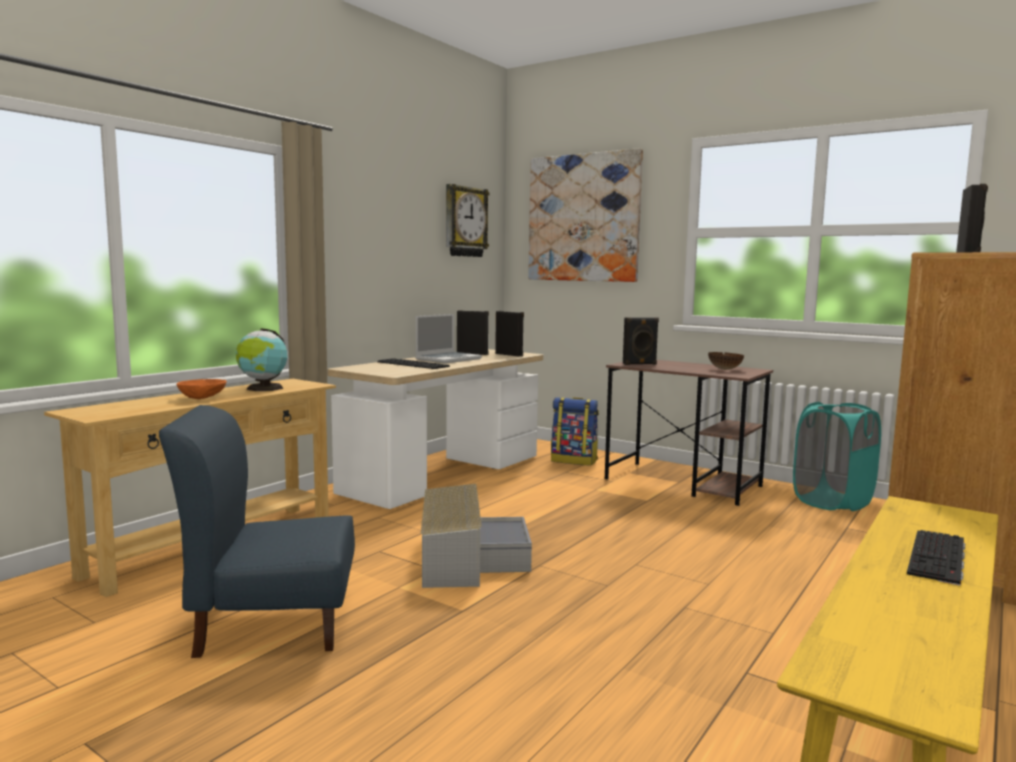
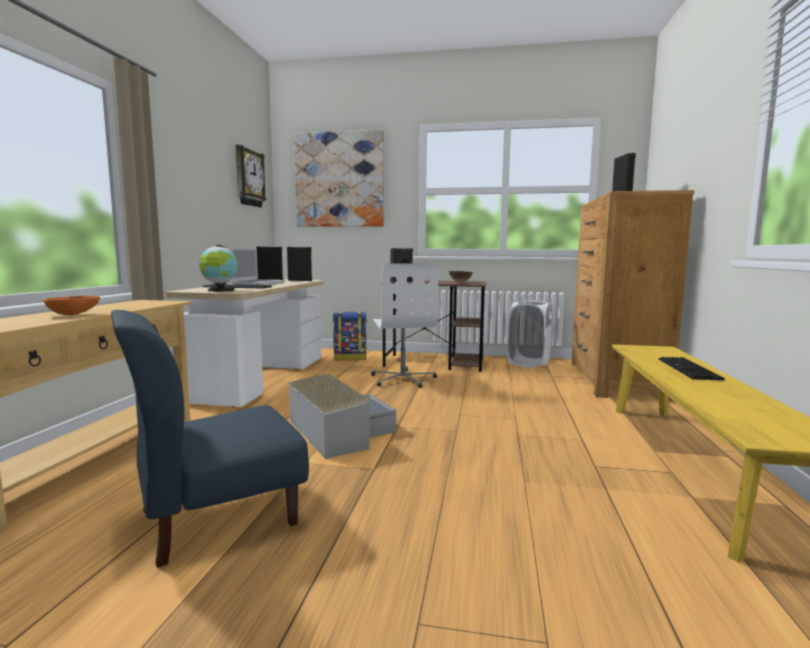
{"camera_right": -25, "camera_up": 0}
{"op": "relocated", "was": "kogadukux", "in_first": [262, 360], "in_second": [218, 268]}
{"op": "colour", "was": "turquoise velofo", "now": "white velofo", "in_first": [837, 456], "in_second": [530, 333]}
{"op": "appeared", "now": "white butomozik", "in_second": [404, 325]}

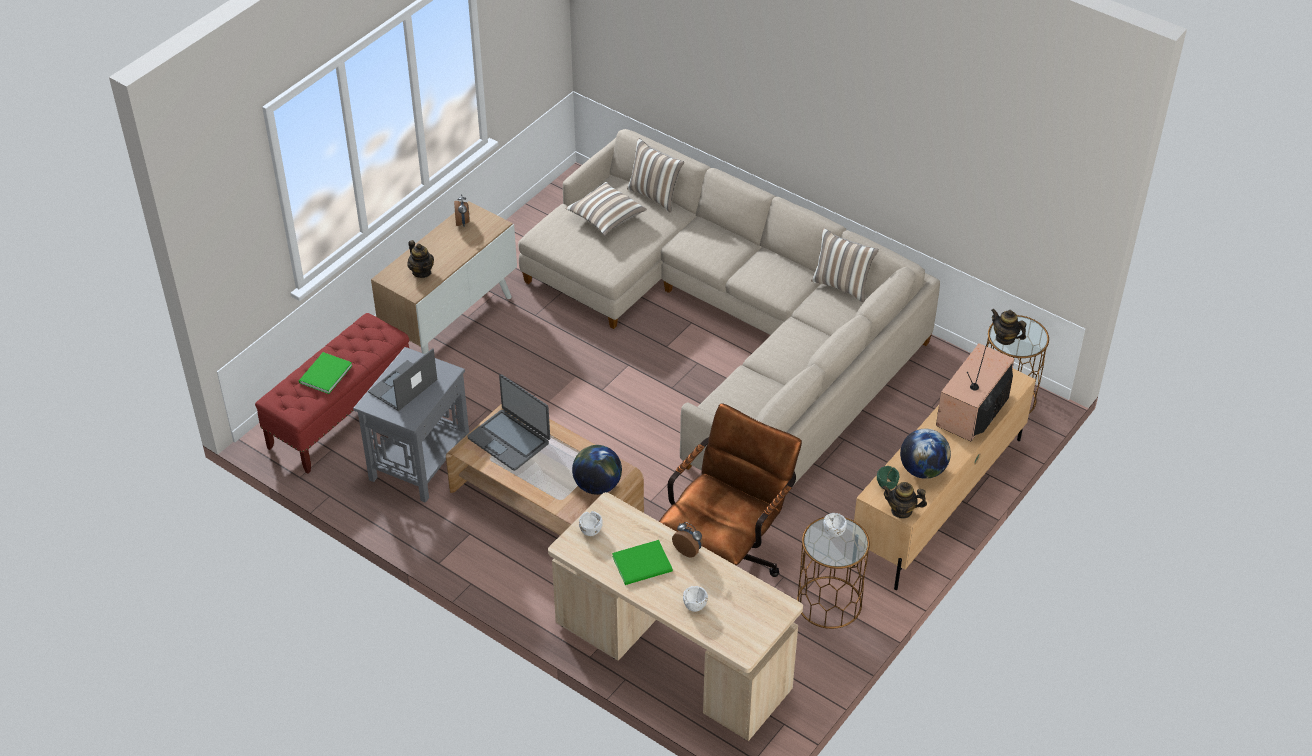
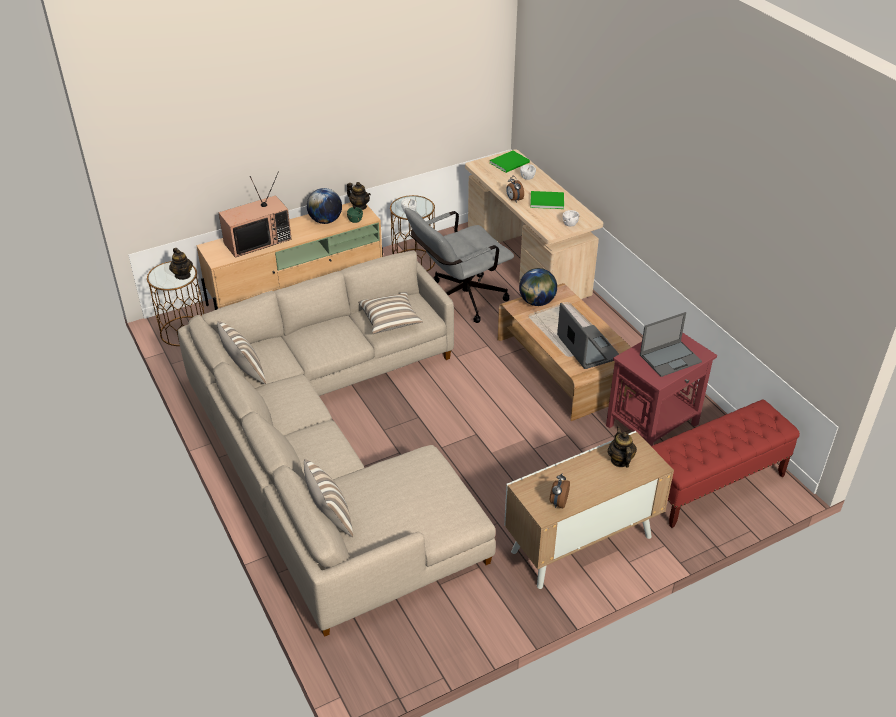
{"camera_right": -155, "camera_up": -5}
{"op": "relocated", "was": "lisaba", "in_first": [606, 209], "in_second": [390, 313]}
{"op": "colour", "was": "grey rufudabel", "now": "red rufudabel", "in_first": [411, 425], "in_second": [661, 389]}
{"op": "relocated", "was": "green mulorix", "in_first": [326, 373], "in_second": [510, 162]}
{"op": "colour", "was": "brown butomozik", "now": "grey butomozik", "in_first": [730, 490], "in_second": [459, 265]}

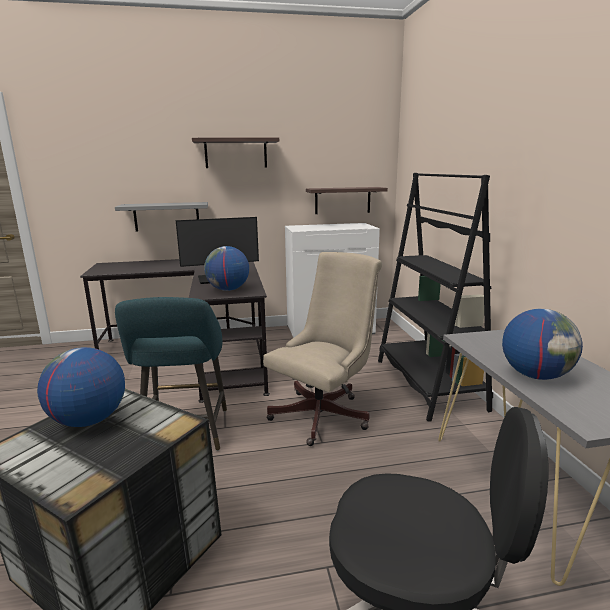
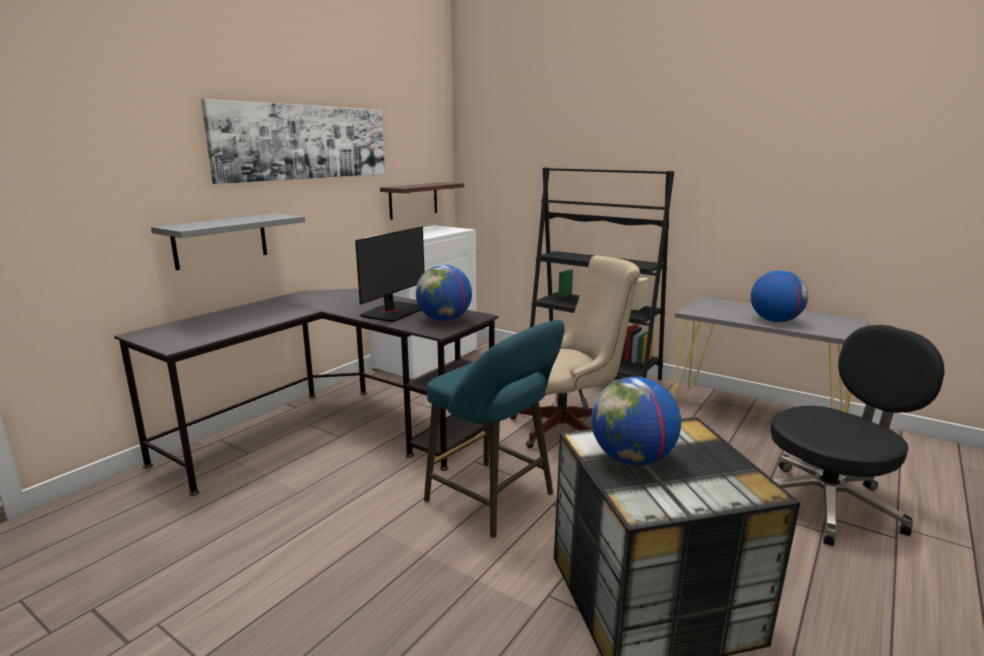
{"camera_right": -45, "camera_up": 0}
{"op": "exchanged", "was": "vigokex", "now": "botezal", "in_first": [235, 153], "in_second": [293, 141]}
{"op": "spun", "was": "beige butomozik", "in_first": [322, 349], "in_second": [575, 351], "clockwise": 75}

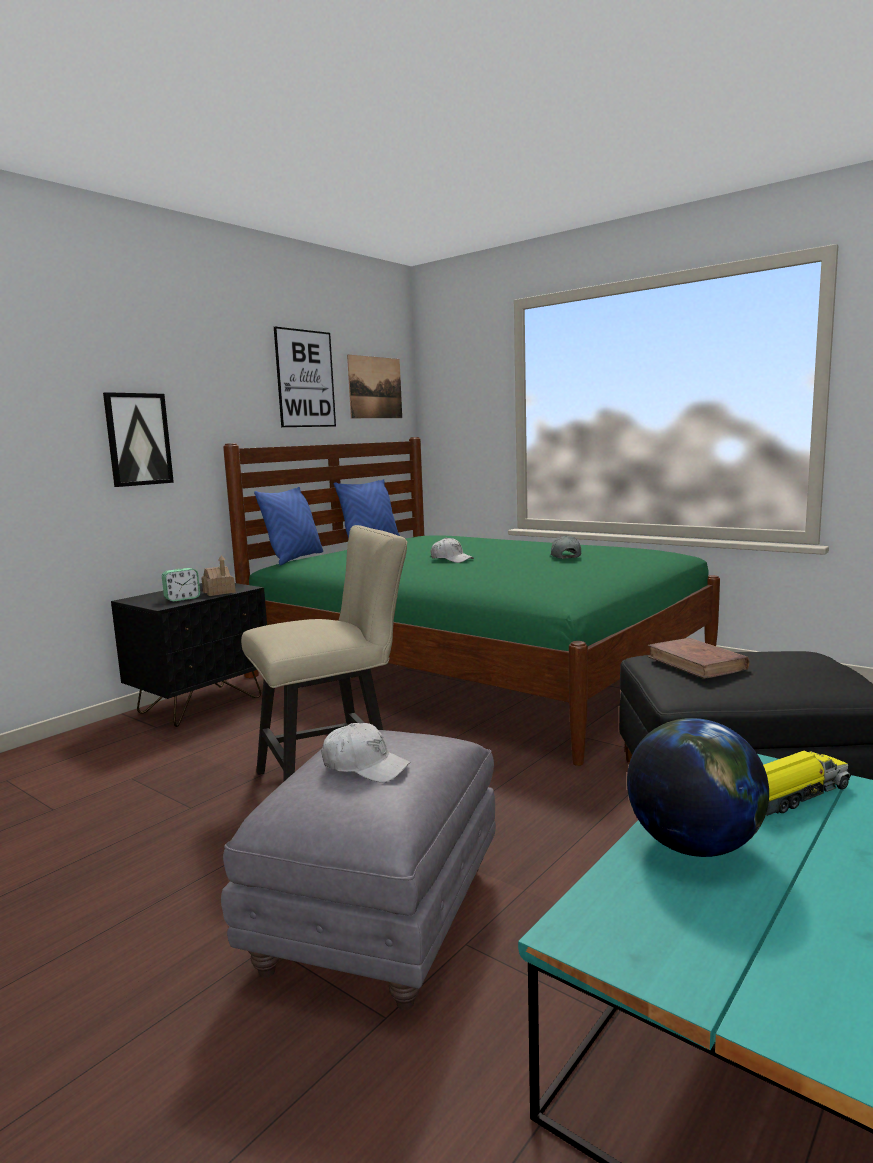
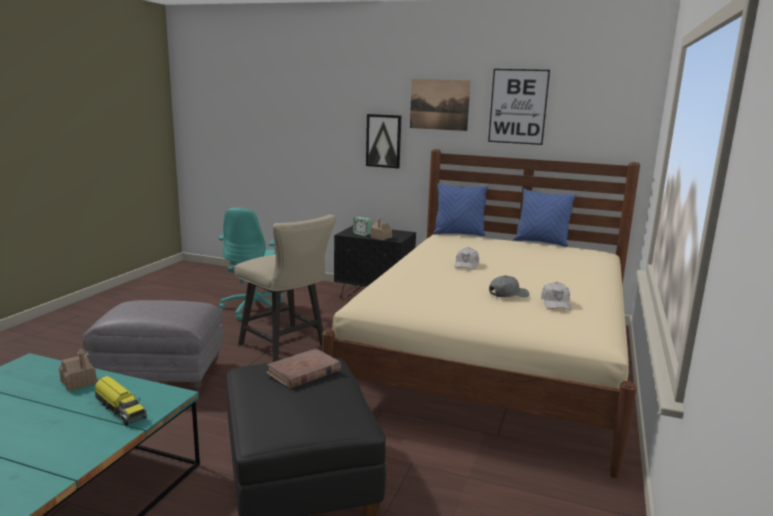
{"camera_right": 70, "camera_up": 5}
{"op": "relocated", "was": "botezal", "in_first": [374, 386], "in_second": [440, 105]}
{"op": "colour", "was": "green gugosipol", "now": "beige gugosipol", "in_first": [471, 601], "in_second": [481, 313]}
{"op": "exchanged", "was": "kogadukux", "now": "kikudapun", "in_first": [698, 787], "in_second": [78, 369]}
{"op": "relocated", "was": "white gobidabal", "in_first": [366, 753], "in_second": [556, 296]}
{"op": "appeared", "now": "turquoise butomozik", "in_second": [251, 263]}

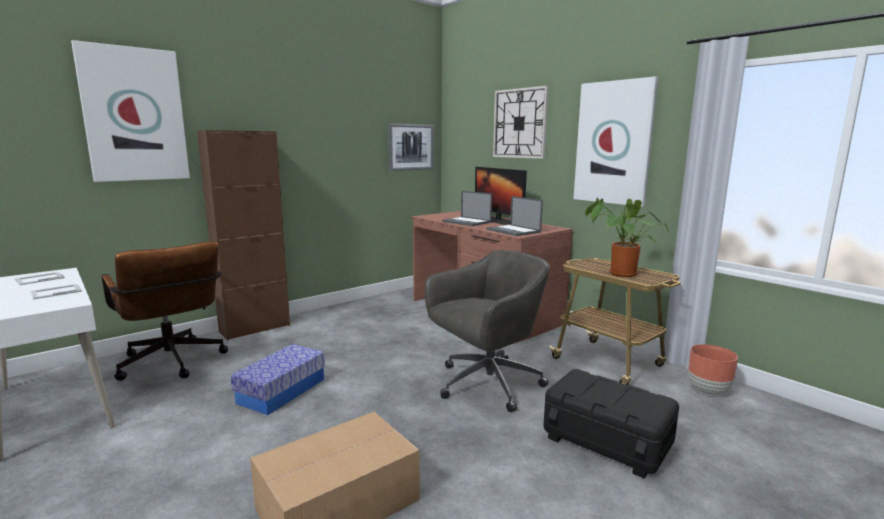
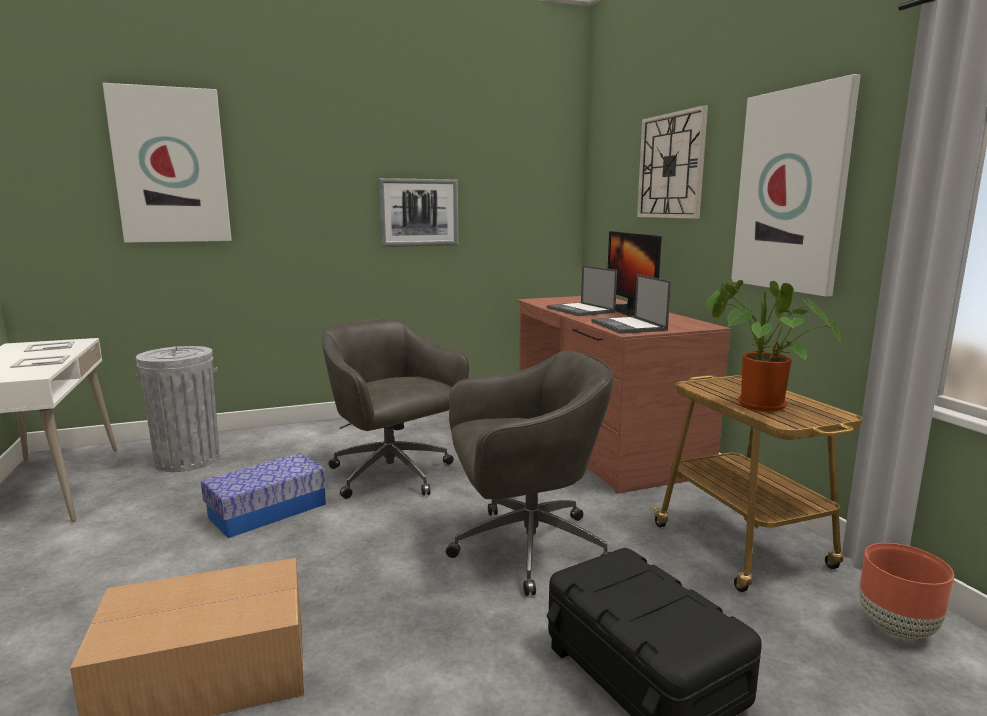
{"camera_right": 20, "camera_up": 0}
{"op": "relocated", "was": "botezal", "in_first": [411, 147], "in_second": [418, 212]}
{"op": "missing", "was": "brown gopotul", "in_first": [243, 235]}
{"op": "exchanged", "was": "brown butomozik", "now": "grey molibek", "in_first": [165, 311], "in_second": [178, 409]}
{"op": "appeared", "now": "grey butomozik", "in_second": [395, 409]}

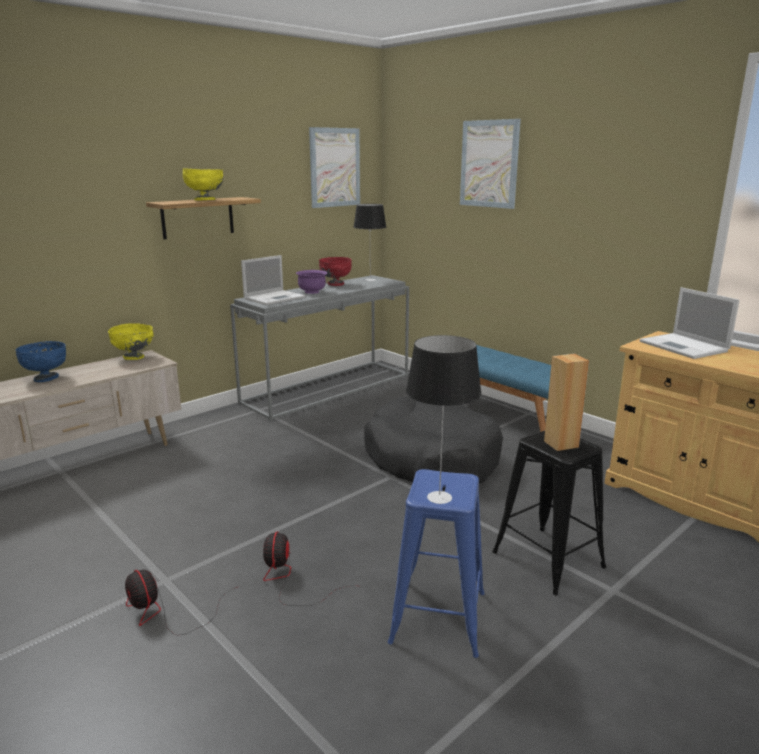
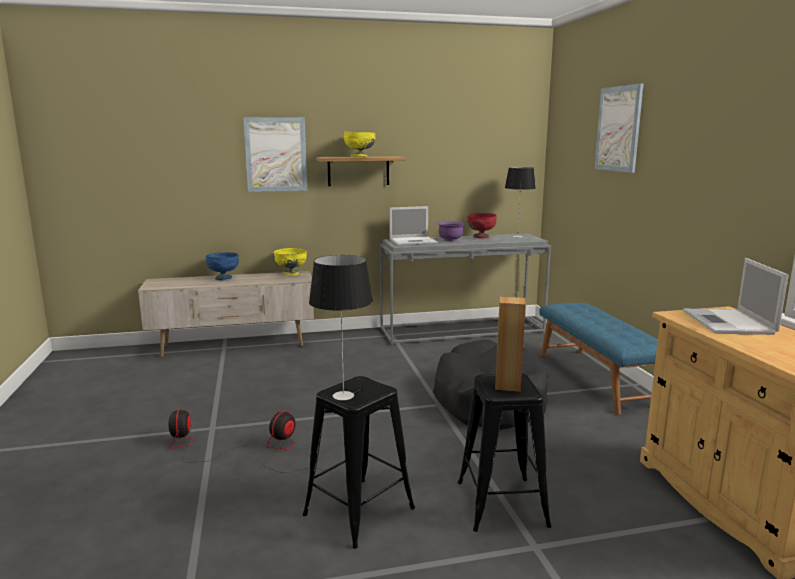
{"camera_right": 30, "camera_up": -5}
{"op": "relocated", "was": "botezal", "in_first": [334, 167], "in_second": [275, 154]}
{"op": "colour", "was": "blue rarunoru", "now": "black rarunoru", "in_first": [436, 563], "in_second": [359, 462]}

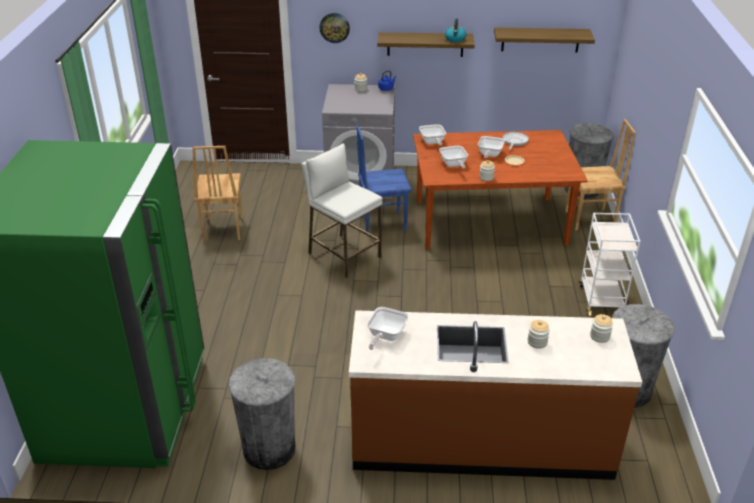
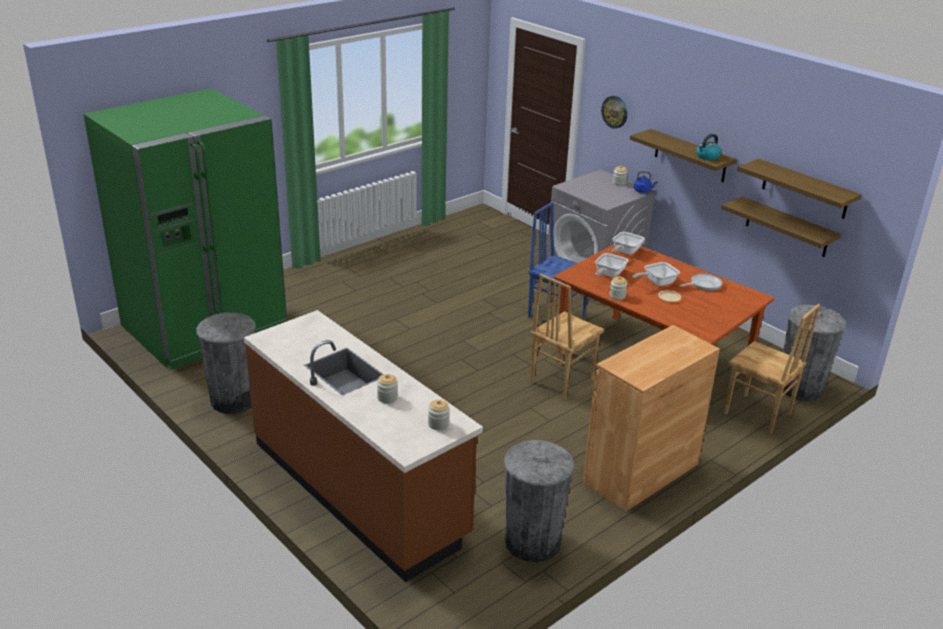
{"camera_right": 45, "camera_up": -5}
{"op": "missing", "was": "white rarunoru", "in_first": [342, 210]}
{"op": "relocated", "was": "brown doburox", "in_first": [217, 193], "in_second": [567, 337]}
{"op": "exchanged", "was": "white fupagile", "now": "brown gopotul", "in_first": [609, 264], "in_second": [651, 418]}
{"op": "missing", "was": "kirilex", "in_first": [388, 328]}
{"op": "appeared", "now": "vigokex", "in_second": [781, 226]}

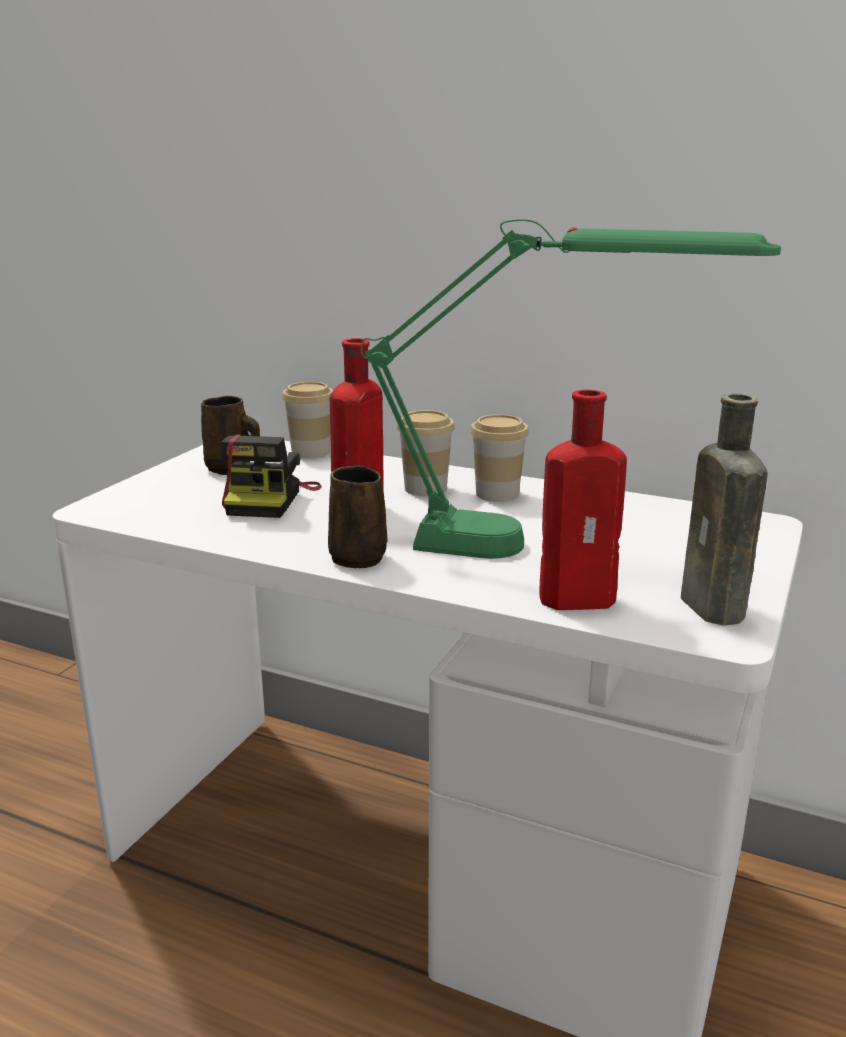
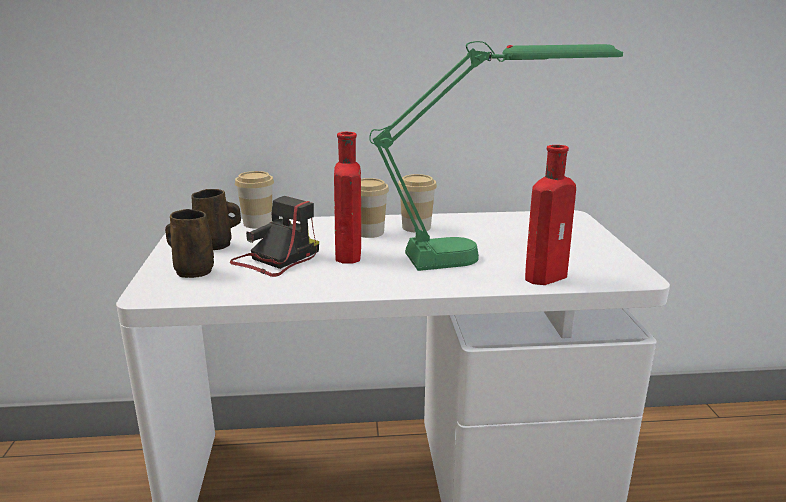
{"camera_right": -30, "camera_up": 0}
{"op": "missing", "was": "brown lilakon", "in_first": [724, 509]}
{"op": "spun", "was": "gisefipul", "in_first": [271, 476], "in_second": [274, 236], "clockwise": -120}
{"op": "relocated", "was": "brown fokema", "in_first": [357, 517], "in_second": [189, 243]}

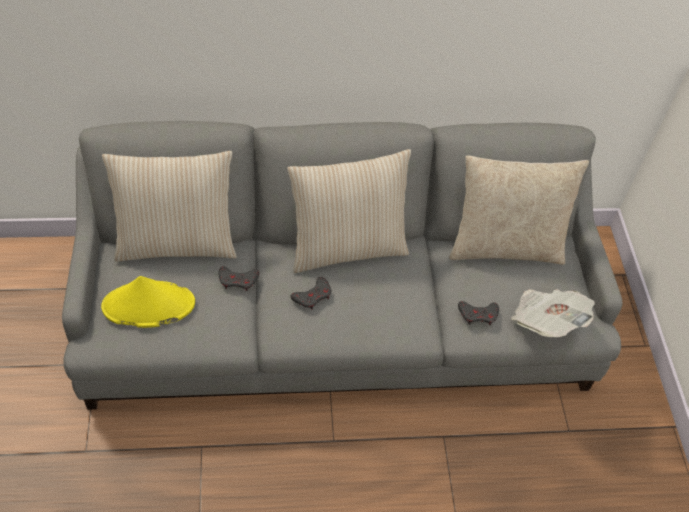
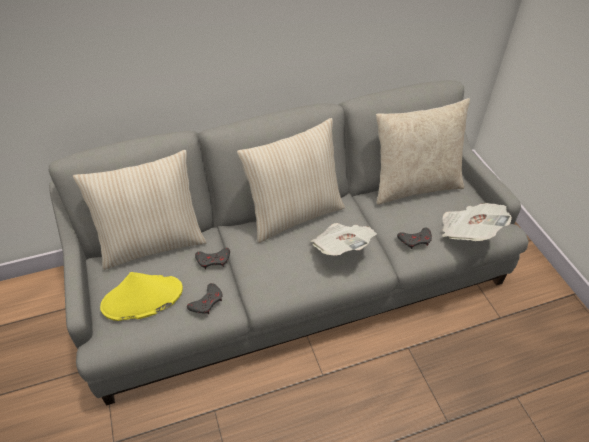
{"camera_right": -10, "camera_up": -5}
{"op": "relocated", "was": "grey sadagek", "in_first": [311, 293], "in_second": [205, 298]}
{"op": "appeared", "now": "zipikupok", "in_second": [344, 239]}

